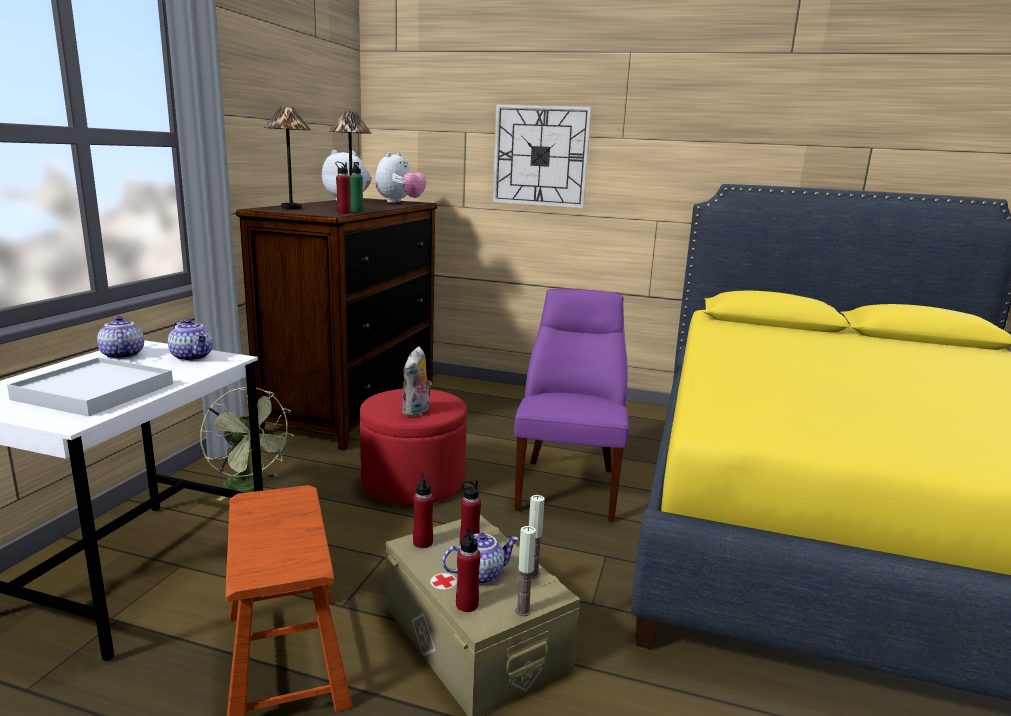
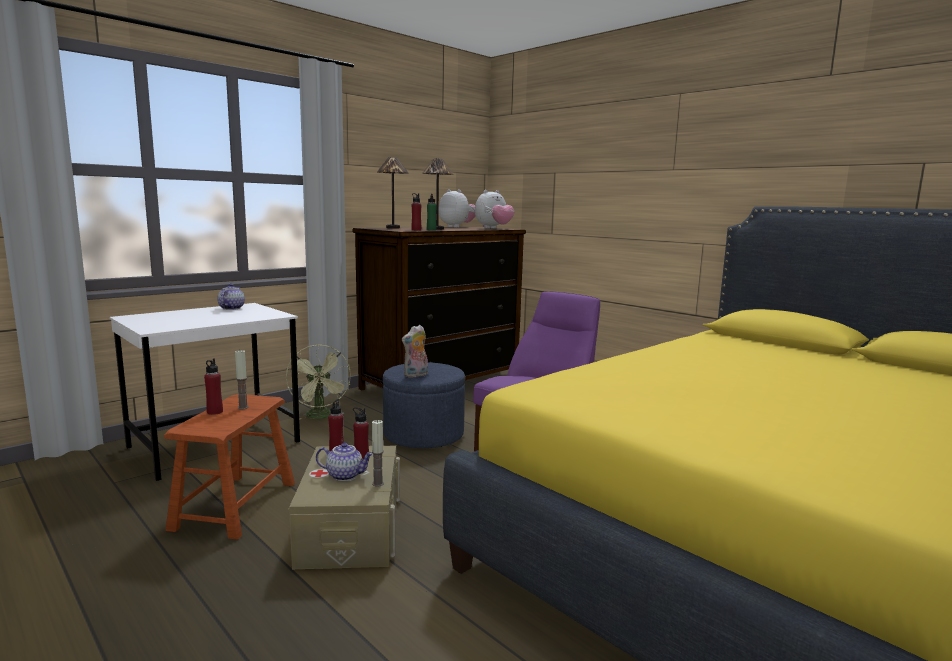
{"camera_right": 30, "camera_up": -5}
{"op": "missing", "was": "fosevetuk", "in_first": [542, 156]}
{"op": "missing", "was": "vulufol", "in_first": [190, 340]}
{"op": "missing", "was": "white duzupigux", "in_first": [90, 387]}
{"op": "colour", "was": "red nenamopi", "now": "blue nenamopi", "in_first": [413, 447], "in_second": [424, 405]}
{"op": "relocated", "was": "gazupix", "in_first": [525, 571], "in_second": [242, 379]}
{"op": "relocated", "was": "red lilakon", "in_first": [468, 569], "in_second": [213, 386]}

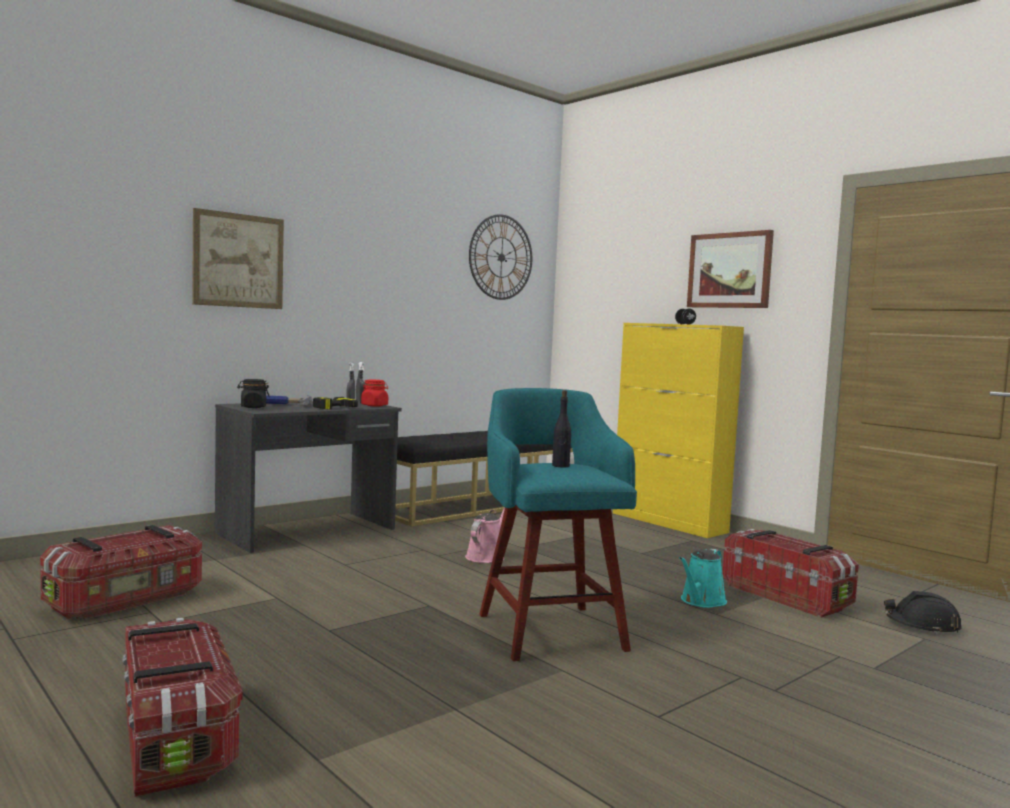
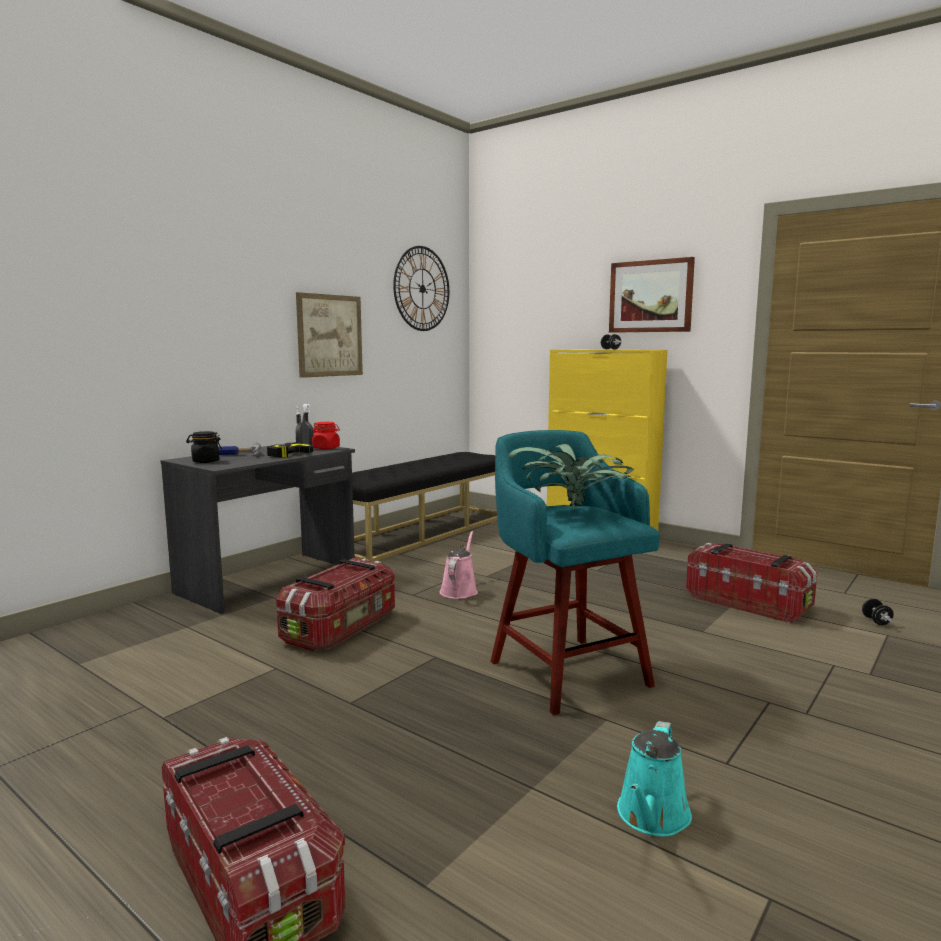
{"camera_right": -10, "camera_up": 5}
{"op": "relocated", "was": "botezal", "in_first": [238, 258], "in_second": [329, 335]}
{"op": "exchanged", "was": "black lilakon", "now": "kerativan", "in_first": [561, 429], "in_second": [571, 476]}
{"op": "relocated", "was": "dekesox", "in_first": [121, 572], "in_second": [335, 604]}
{"op": "relocated", "was": "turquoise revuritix", "in_first": [703, 578], "in_second": [654, 779]}
{"op": "exchanged", "was": "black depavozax", "now": "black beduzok", "in_first": [923, 612], "in_second": [878, 612]}

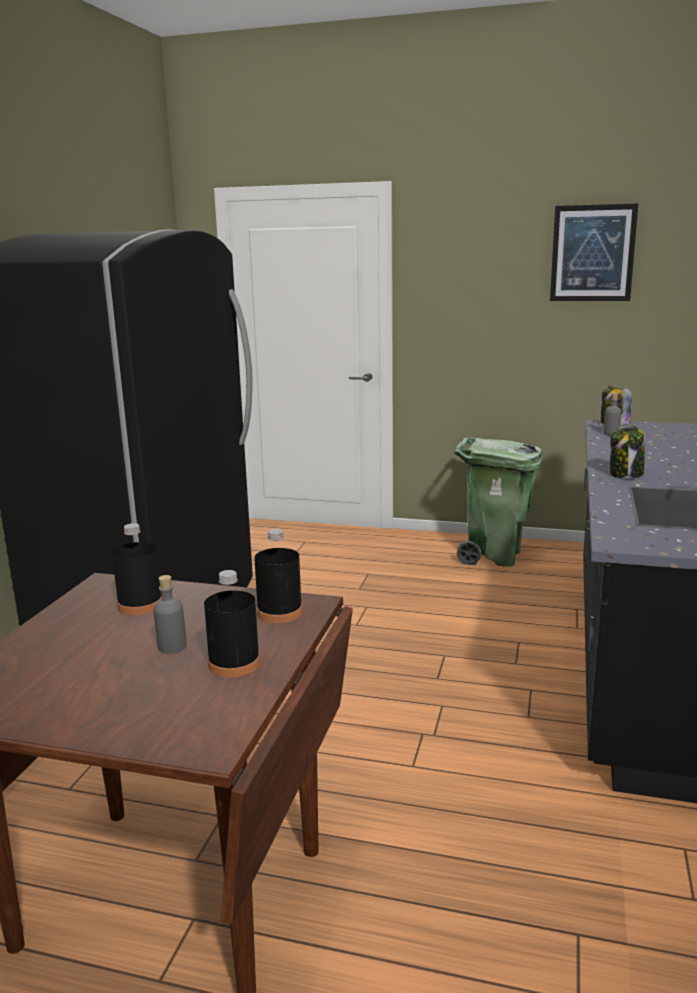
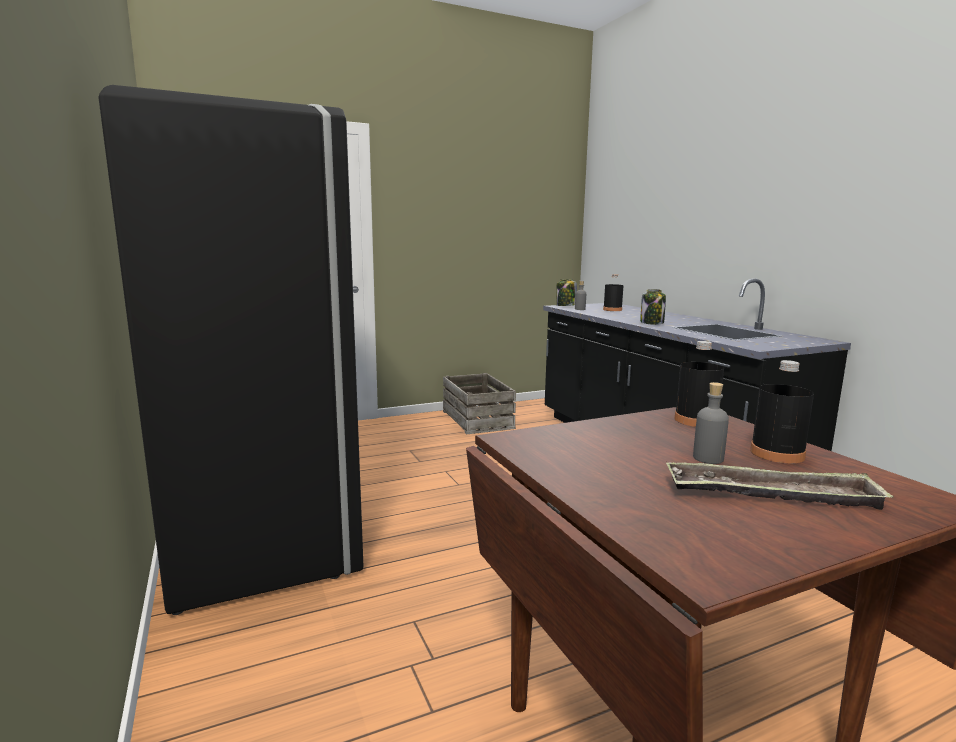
{"camera_right": -40, "camera_up": -5}
{"op": "missing", "was": "botezal", "in_first": [594, 252]}
{"op": "exchanged", "was": "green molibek", "now": "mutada", "in_first": [498, 502], "in_second": [479, 403]}
{"op": "relocated", "was": "black lilakon", "in_first": [137, 569], "in_second": [613, 292]}
{"op": "appeared", "now": "duzupigux", "in_second": [779, 485]}

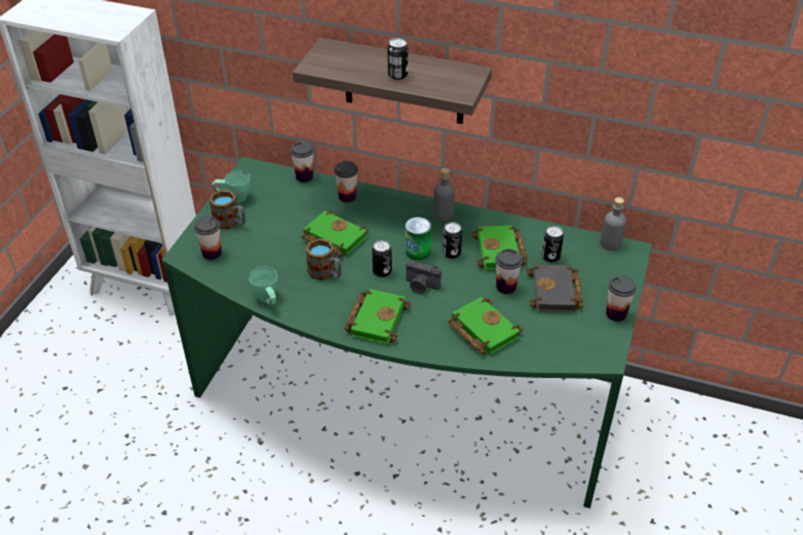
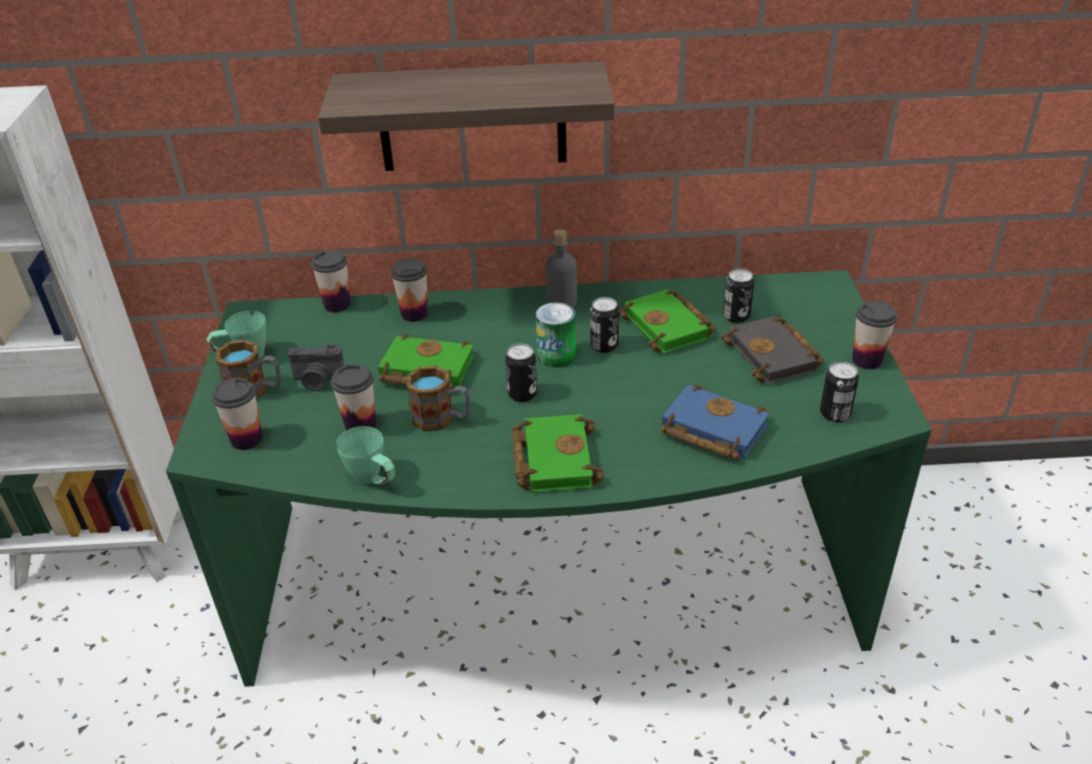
{"camera_right": -20, "camera_up": -5}
{"op": "relocated", "was": "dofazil", "in_first": [398, 59], "in_second": [839, 392]}
{"op": "missing", "was": "grey lilakon", "in_first": [613, 224]}
{"op": "relocated", "was": "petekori", "in_first": [509, 271], "in_second": [353, 397]}
{"op": "relocated", "was": "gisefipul", "in_first": [423, 277], "in_second": [316, 367]}
{"op": "colour", "was": "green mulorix", "now": "blue mulorix", "in_first": [485, 326], "in_second": [715, 422]}

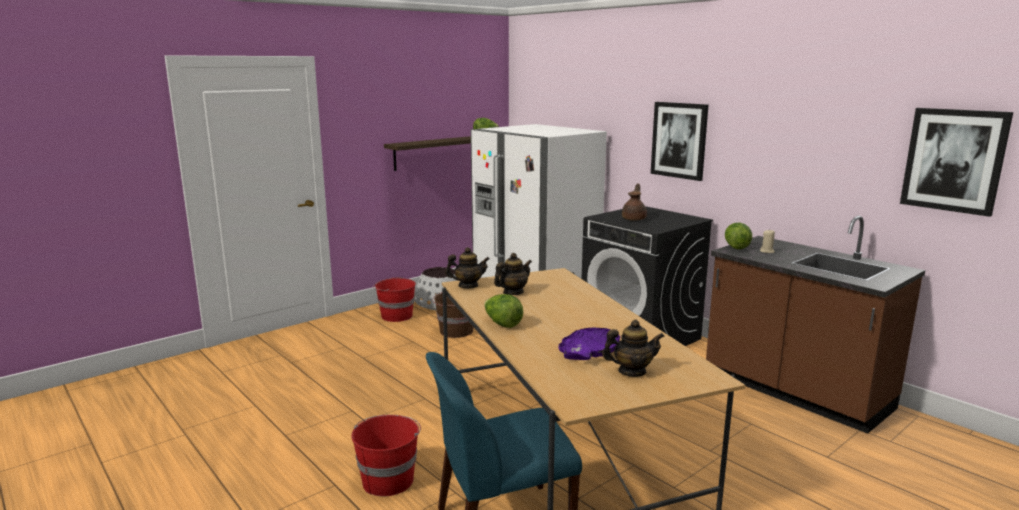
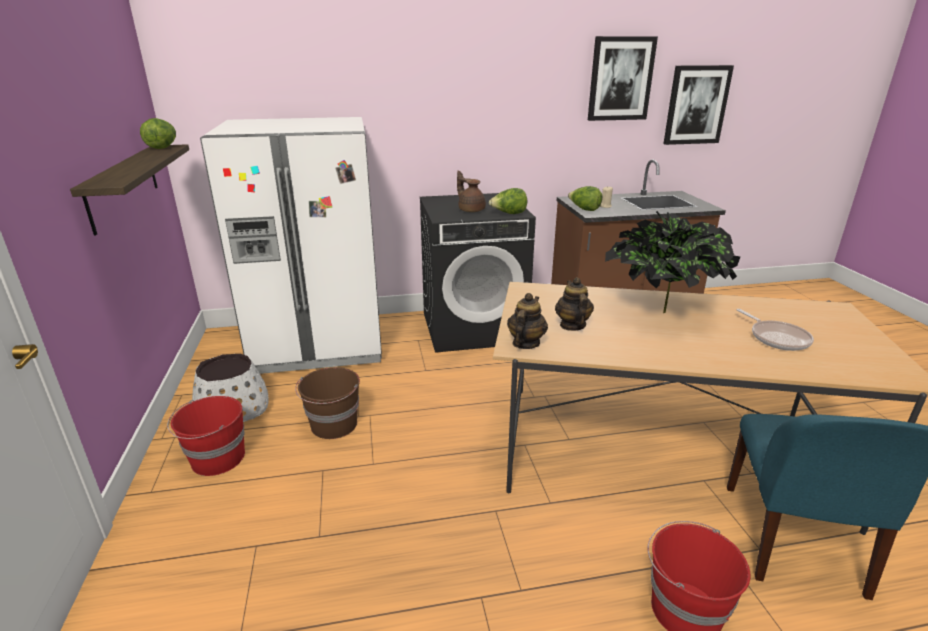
{"camera_right": -60, "camera_up": 10}
{"op": "relocated", "was": "botezal", "in_first": [679, 141], "in_second": [623, 78]}
{"op": "relocated", "was": "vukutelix", "in_first": [503, 311], "in_second": [508, 201]}
{"op": "missing", "was": "vulufol", "in_first": [633, 348]}
{"op": "exchanged", "was": "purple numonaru", "now": "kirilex", "in_first": [589, 343], "in_second": [775, 330]}
{"op": "appeared", "now": "kerativan", "in_second": [672, 262]}

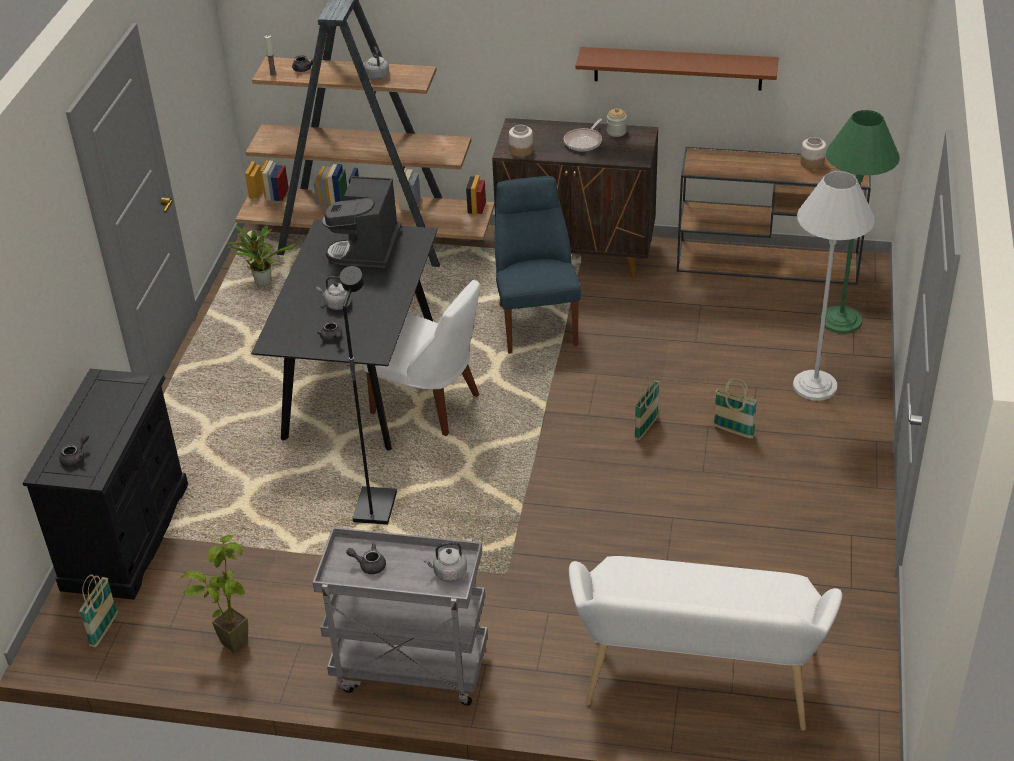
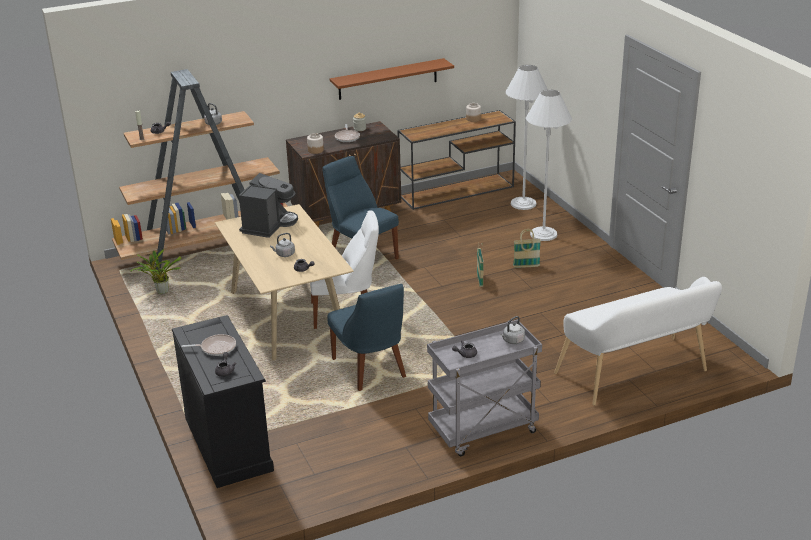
{"camera_right": -35, "camera_up": -10}
{"op": "colour", "was": "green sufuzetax", "now": "white sufuzetax", "in_first": [859, 222], "in_second": [527, 137]}
{"op": "spun", "was": "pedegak", "in_first": [362, 222], "in_second": [268, 205], "clockwise": -135}
{"op": "colour", "was": "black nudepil", "now": "beige nudepil", "in_first": [344, 335], "in_second": [284, 282]}
{"op": "exchanged", "was": "black sufuzetax", "now": "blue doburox", "in_first": [368, 395], "in_second": [367, 337]}
{"op": "missing", "was": "kerativan", "in_first": [214, 594]}
{"op": "missing", "was": "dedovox", "in_first": [98, 610]}
{"op": "appeared", "now": "kirilex", "in_second": [208, 345]}

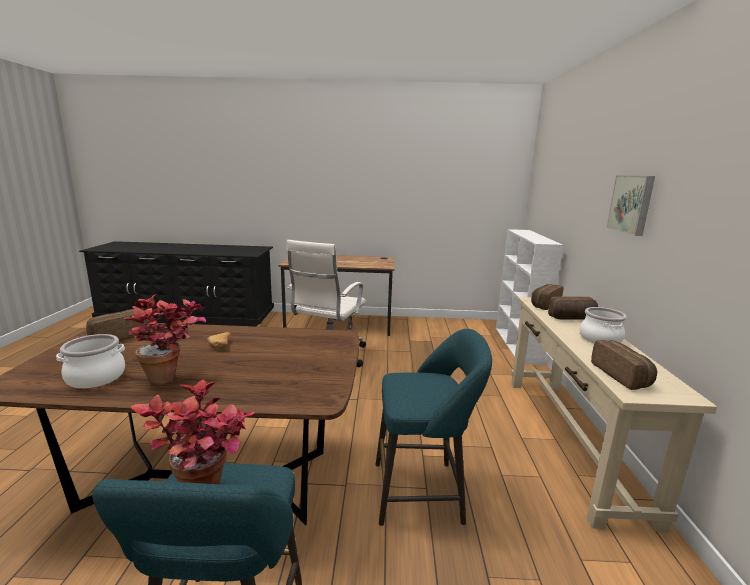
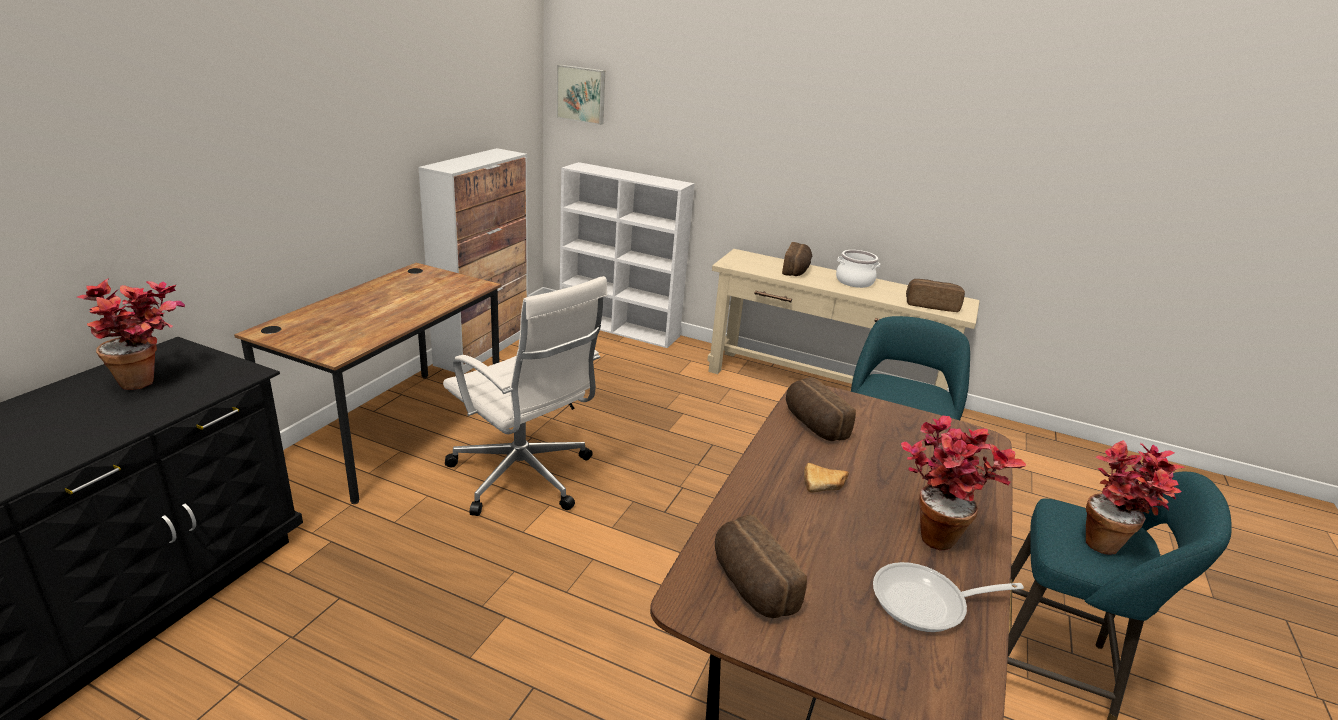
{"camera_right": -70, "camera_up": 10}
{"op": "relocated", "was": "botezal", "in_first": [630, 205], "in_second": [581, 95]}
{"op": "relocated", "was": "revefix", "in_first": [547, 297], "in_second": [821, 409]}
{"op": "exchanged", "was": "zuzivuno", "now": "kirilex", "in_first": [90, 361], "in_second": [948, 597]}
{"op": "appeared", "now": "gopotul", "in_second": [473, 261]}
{"op": "appeared", "now": "kerativan", "in_second": [131, 334]}

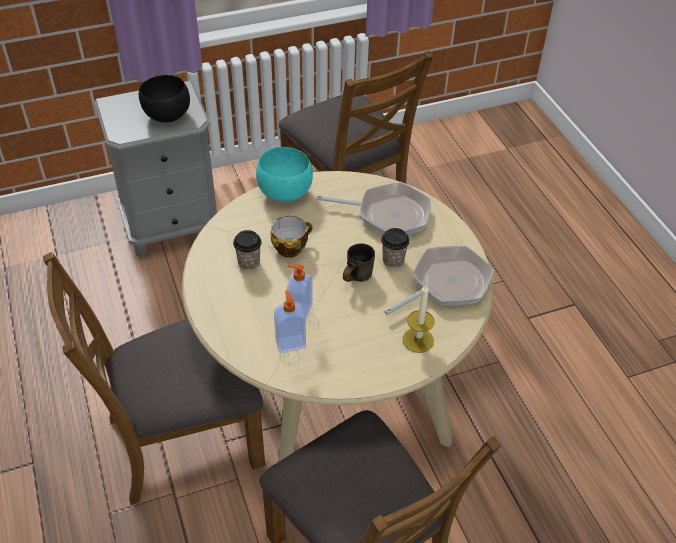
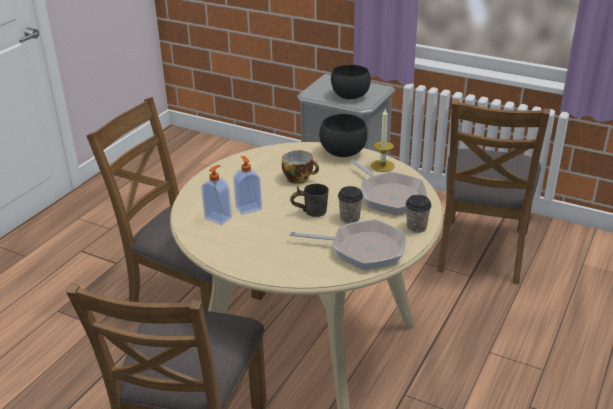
{"camera_right": 50, "camera_up": -15}
{"op": "colour", "was": "turquoise numonaru", "now": "black numonaru", "in_first": [284, 174], "in_second": [343, 135]}
{"op": "relocated", "was": "petekori", "in_first": [247, 250], "in_second": [418, 214]}
{"op": "relocated", "was": "gazupix", "in_first": [419, 319], "in_second": [383, 140]}

